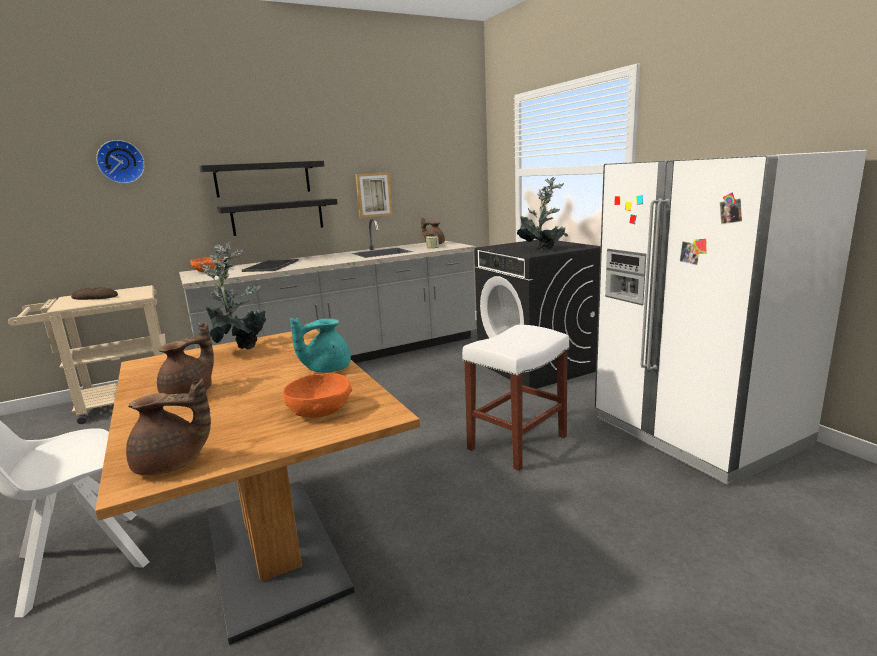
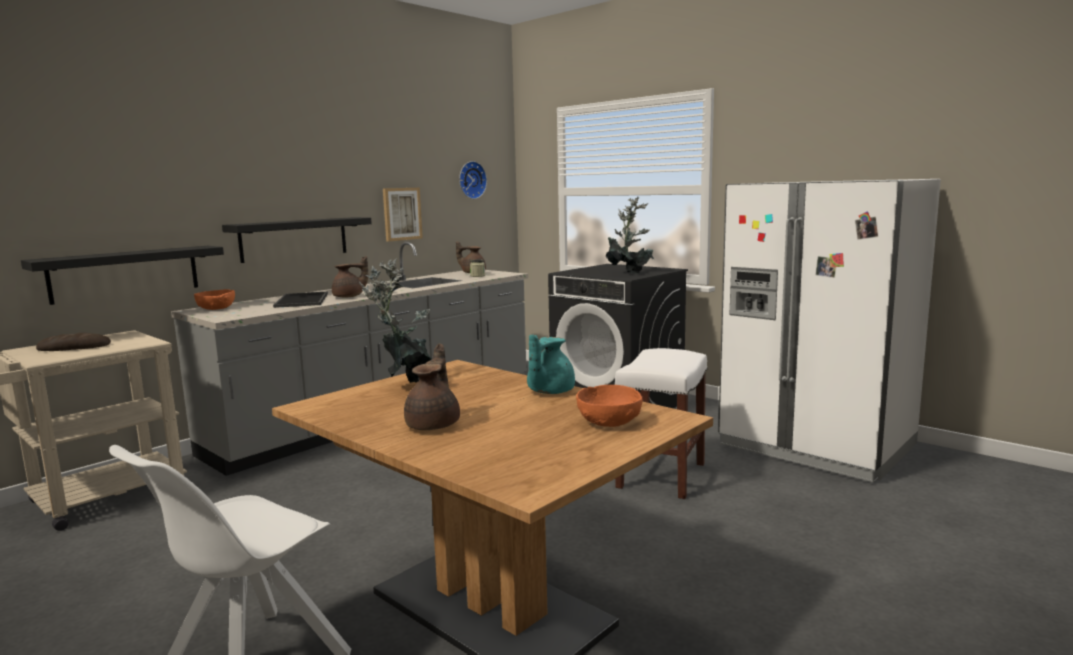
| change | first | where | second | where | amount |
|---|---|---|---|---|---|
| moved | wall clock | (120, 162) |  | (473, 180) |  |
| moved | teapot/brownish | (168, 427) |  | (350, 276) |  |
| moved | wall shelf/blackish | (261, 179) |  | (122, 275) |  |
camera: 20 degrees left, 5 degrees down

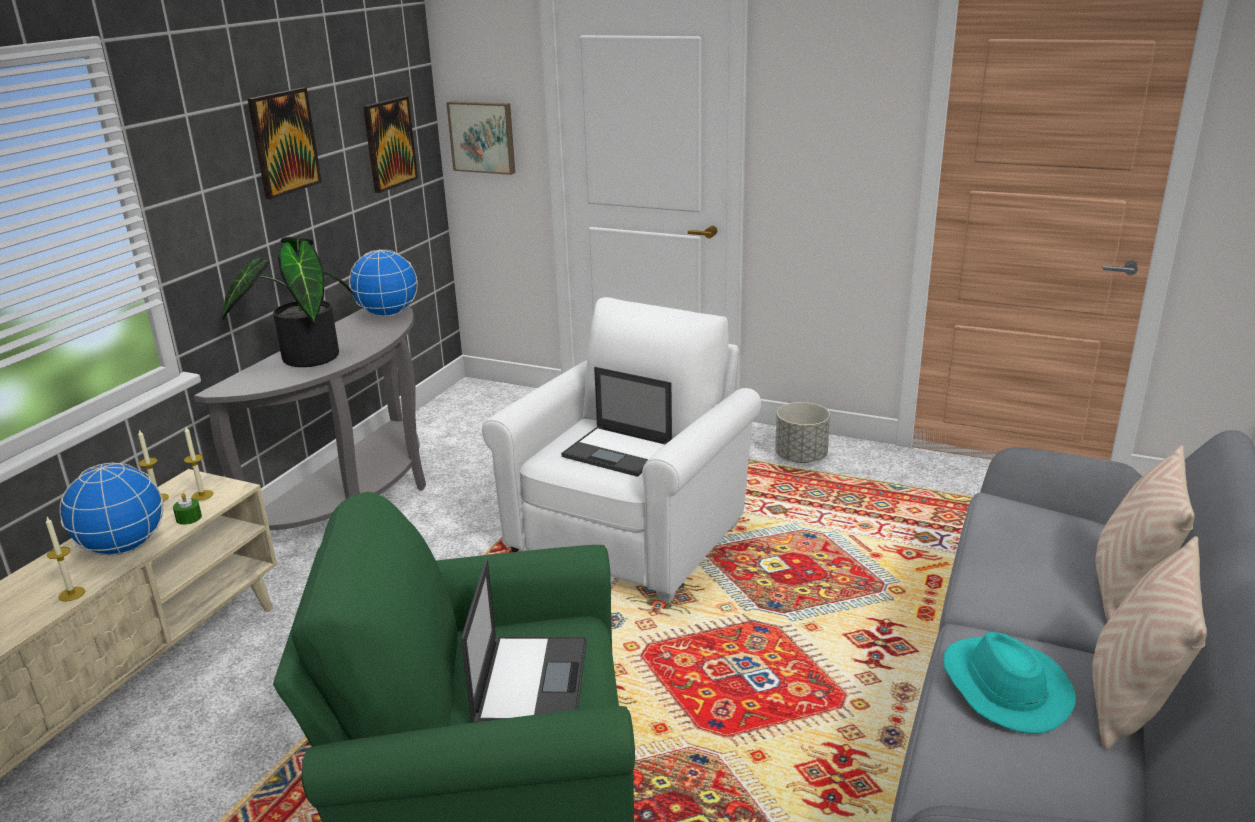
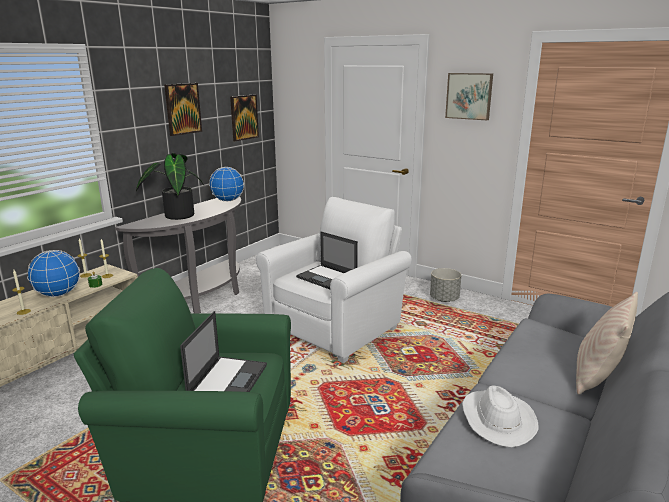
| change | first | where | second | where | amount |
|---|---|---|---|---|---|
| removed | throw pillow/beige | (1149, 643) |  |  |  |
| moved | picture | (480, 138) |  | (469, 96) |  |
| recoloured | hat/turquoise-coloured | (1009, 683) | hat/white-coloured | (500, 416) |  |
camera: 10 degrees right, 5 degrees down

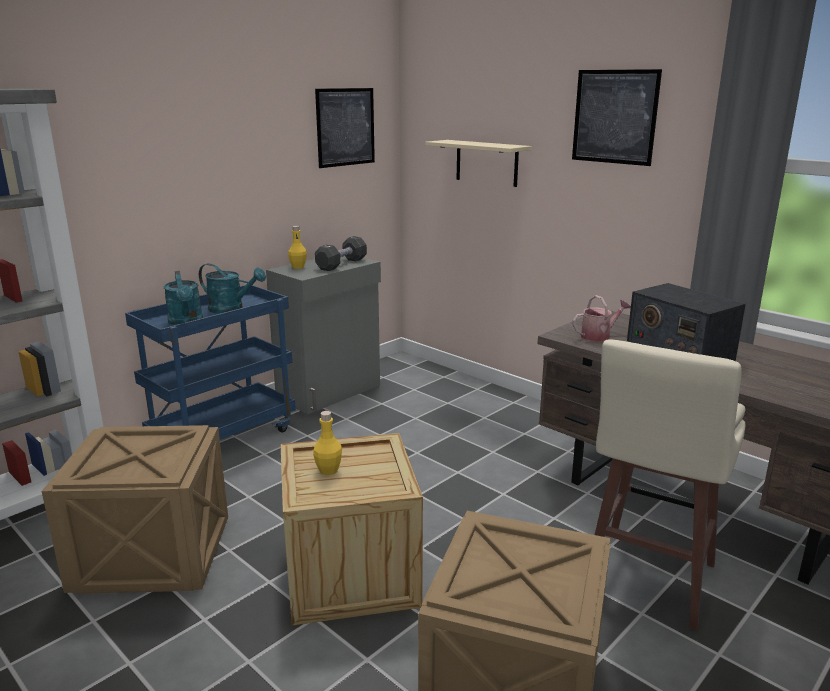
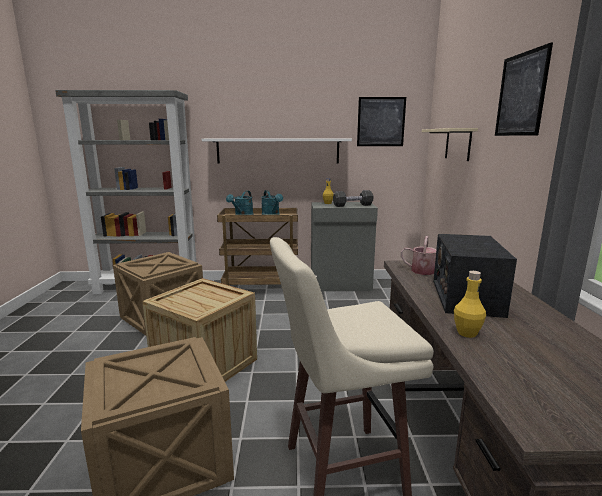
| change | first | where | second | where | amount |
|---|---|---|---|---|---|
| added |  |  | wall shelf/white-coloured | (277, 151) |  |
| moved | bottle/yellowish | (327, 443) |  | (470, 304) |  |
| recoloured | wheeled cart/blue-coloured | (210, 362) | wheeled cart/brownish | (257, 246) |  |
camera: 45 degrees right, 5 degrees down

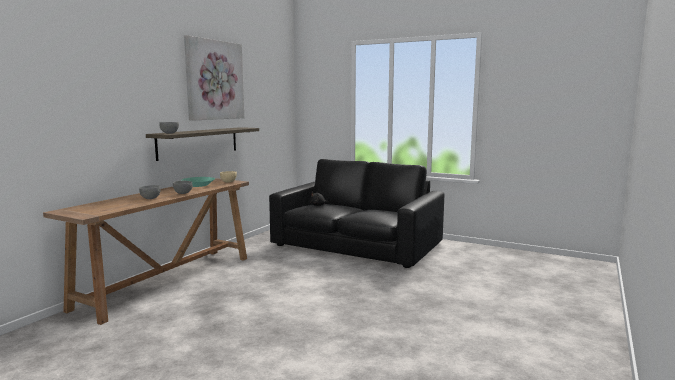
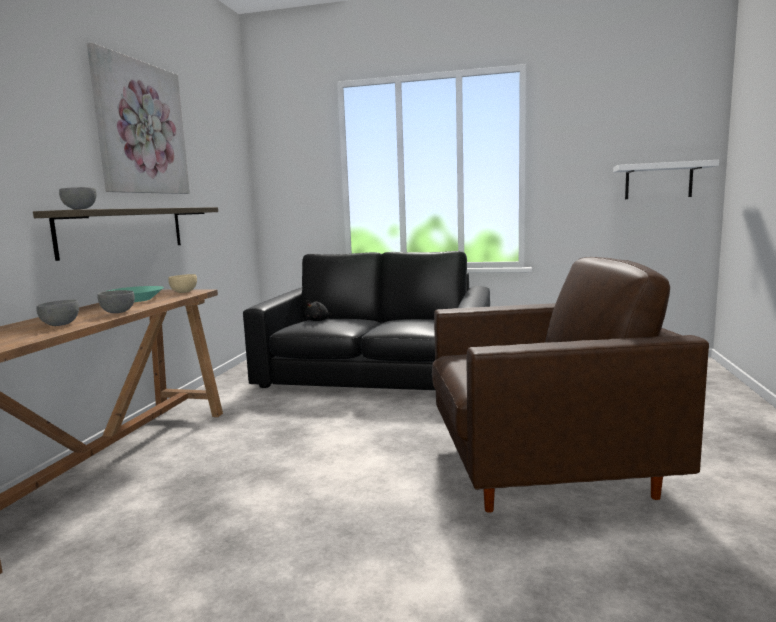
| change | first | where | second | where | amount |
|---|---|---|---|---|---|
| added |  |  | armchair/brownish | (570, 385) |  |
| added |  |  | wall shelf/white-coloured | (666, 179) |  |
camera: 15 degrees left, 0 degrees up

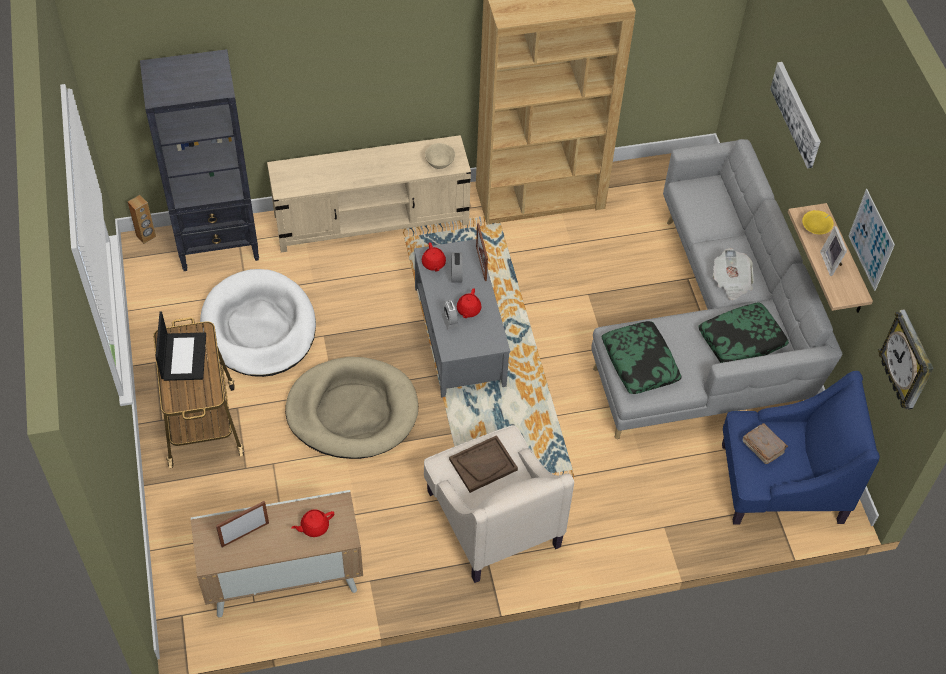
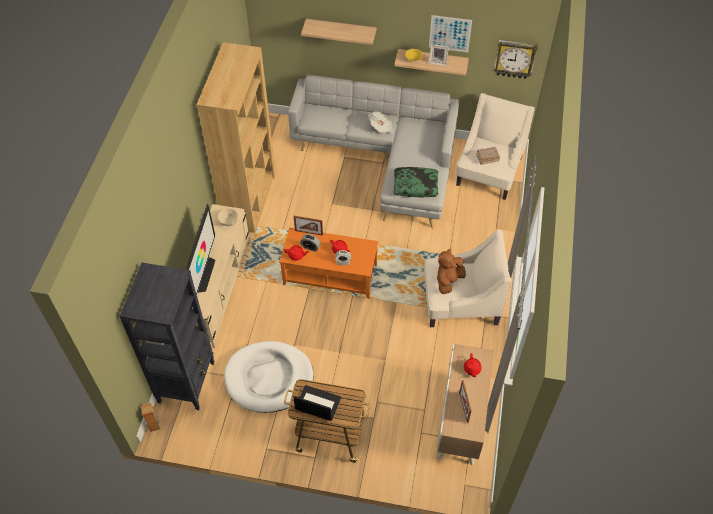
| change | first | where | second | where | amount |
|---|---|---|---|---|---|
| removed | pet bed/beige | (351, 408) |  |  |  |
| removed | throw pillow | (743, 332) |  |  |  |
| added |  |  | television | (200, 256) |  |
| replaced | tray/brownish | (483, 464) | cuddly toy/brownish | (451, 271) |  |
| replaced | picture | (795, 115) | wall shelf | (339, 32) |  |
| recoloured | lounge table/greyish | (462, 318) | lounge table/orangey | (328, 263) |  |
| recoloured | armchair/blue-coloured | (801, 448) | armchair/beige | (495, 146) |  |
camera: 65 degrees left, 0 degrees up

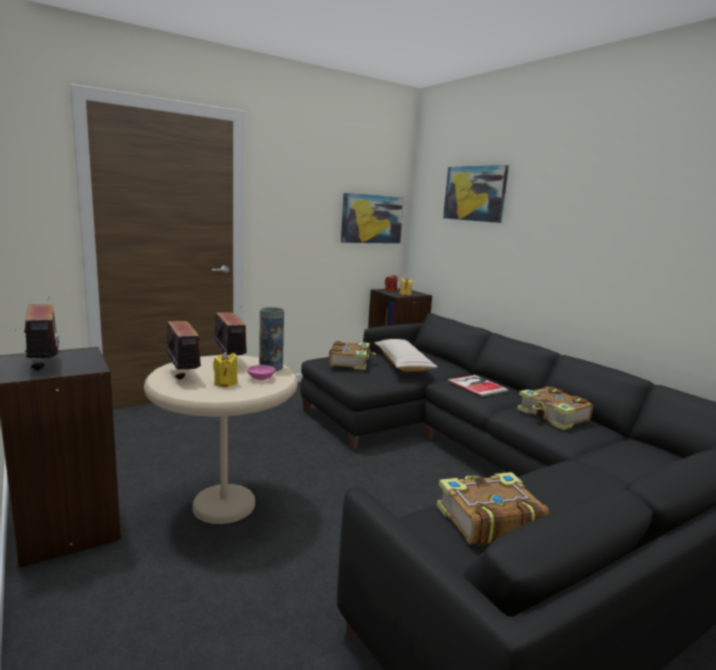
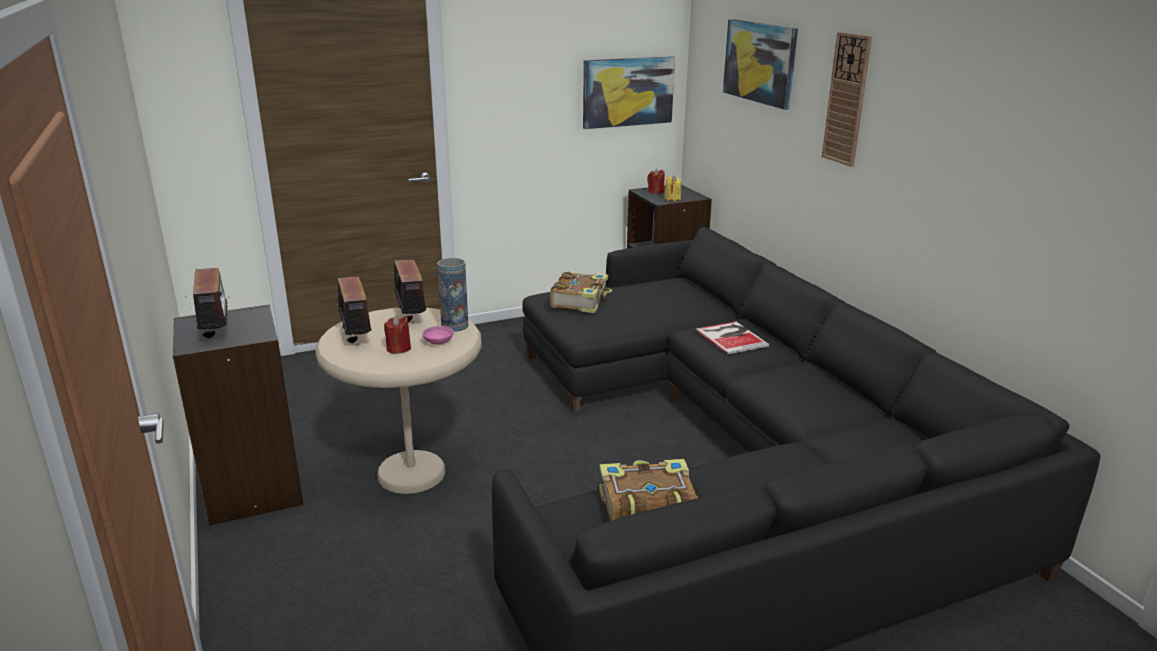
| change | first | where | second | where | amount |
|---|---|---|---|---|---|
| removed | throw pillow/beige | (406, 355) |  |  |  |
| removed | bound book | (555, 408) |  |  |  |
| added |  |  | wall clock | (847, 99) |  |
| recoloured | wax light/yellowish | (225, 369) | wax light/reddish | (397, 335) |  |
camera: 10 degrees right, 10 degrees up

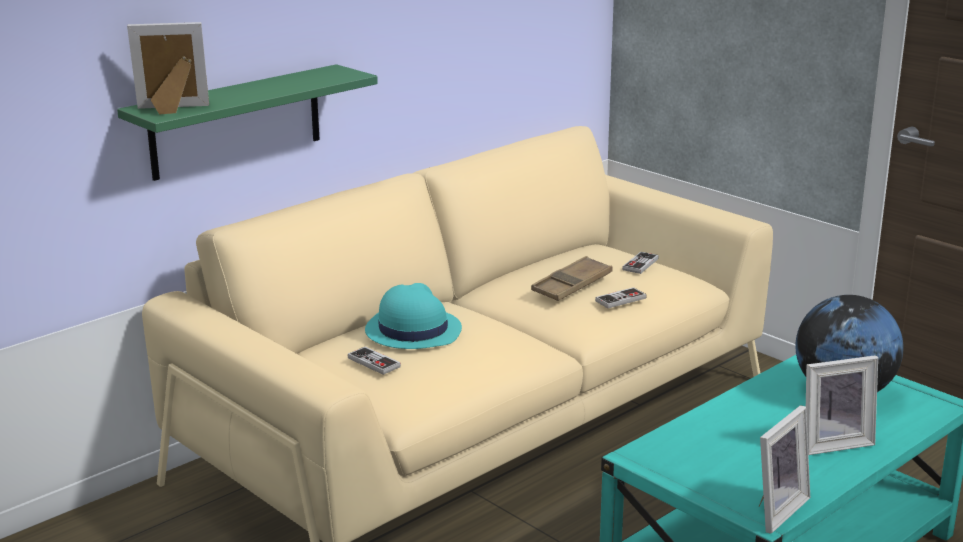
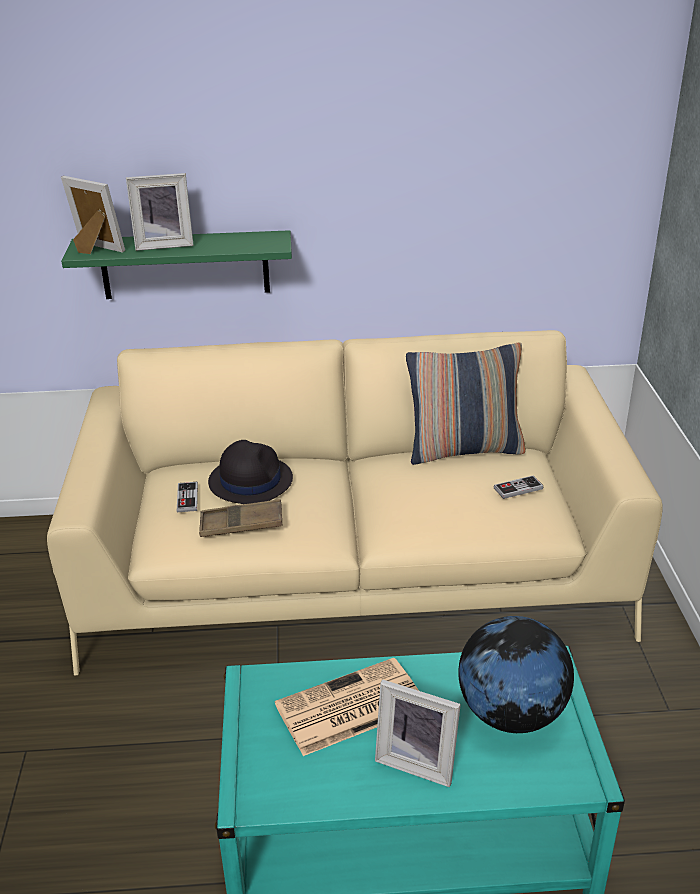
| change | first | where | second | where | amount |
|---|---|---|---|---|---|
| removed | gamepad | (621, 297) |  |  |  |
| added |  |  | daily paper | (347, 707) |  |
| added |  |  | throw pillow | (466, 404) |  |
| moved | tray/brownish | (572, 278) |  | (240, 518) |  |
| moved | photo frame | (784, 469) |  | (160, 212) |  |
| recoloured | hat/turquoise-coloured | (413, 316) | hat/blackish | (250, 472) |  |
camera: 40 degrees right, 10 degrees up

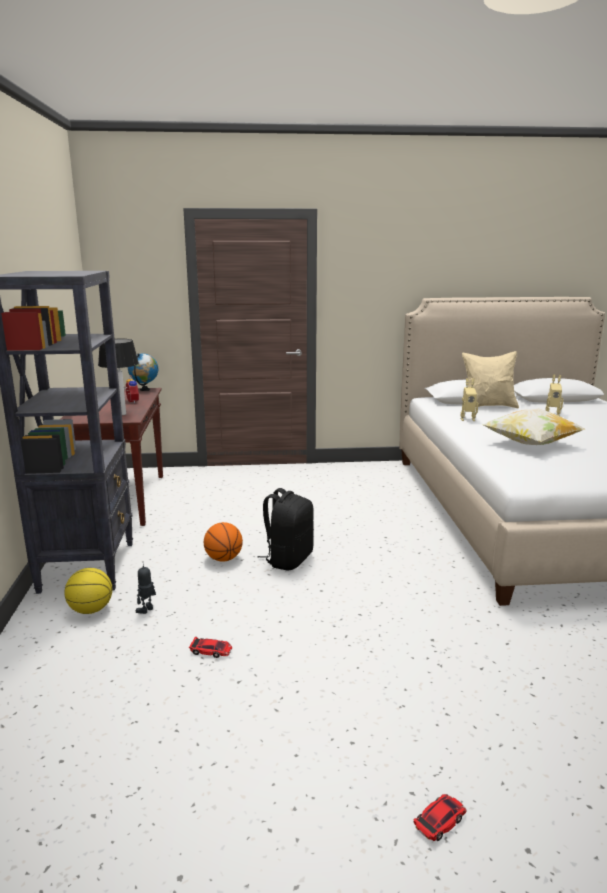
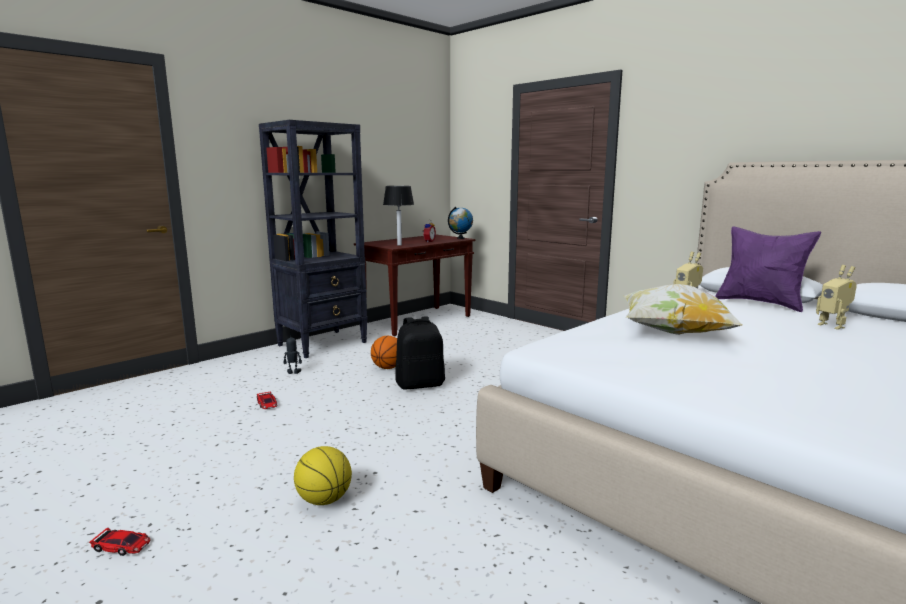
| change | first | where | second | where | amount |
|---|---|---|---|---|---|
| moved | basketball ball | (88, 591) |  | (323, 475) |  |
| recoloured | throw pillow/beige | (490, 379) | throw pillow/purplish | (768, 269) |  |
camera: 50 degrees right, 5 degrees down

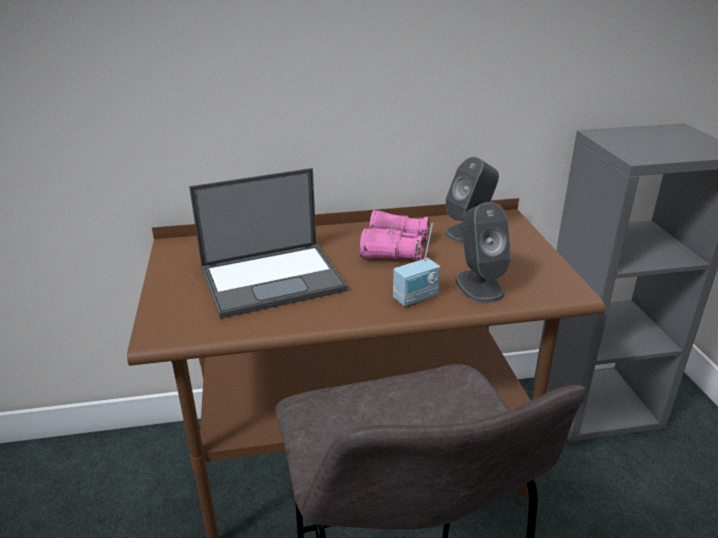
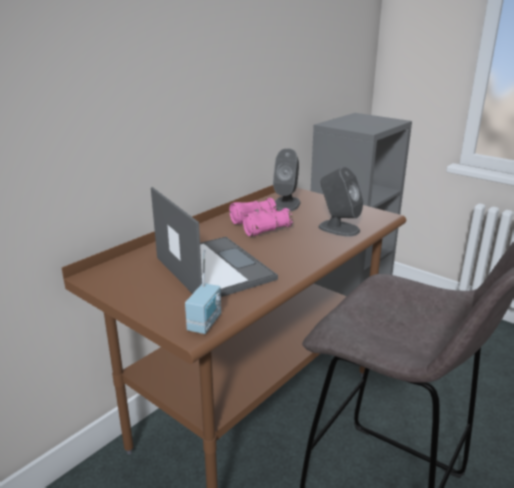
| change | first | where | second | where | amount |
|---|---|---|---|---|---|
| moved | radio | (416, 264) |  | (203, 291) |  |
| turned | notebook computer | (268, 243) |  | (214, 242) | 60 degrees counterclockwise |
camera: 40 degrees left, 5 degrees down

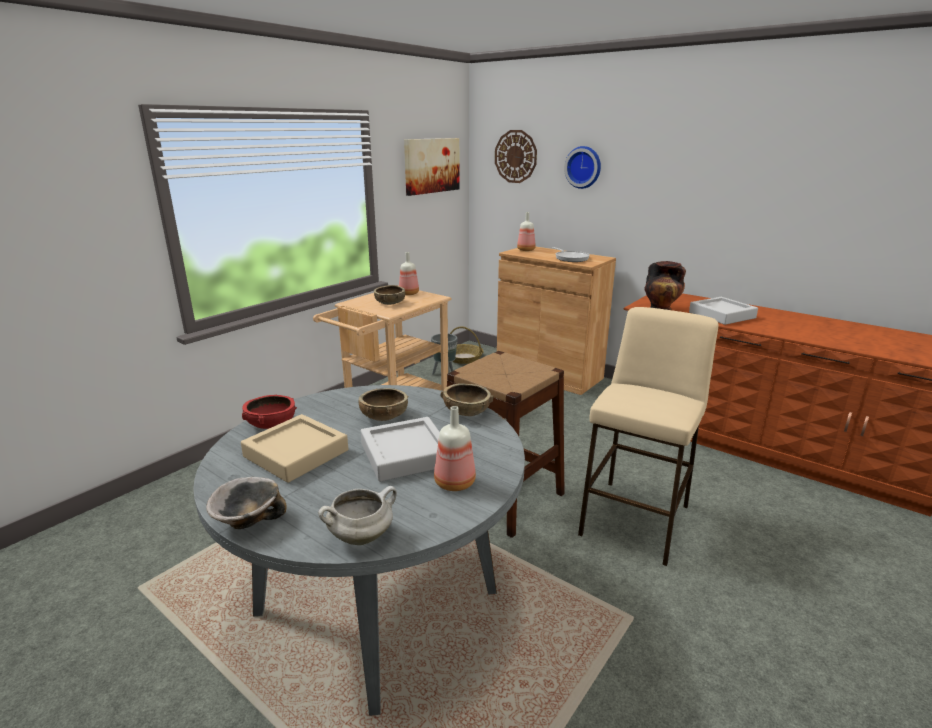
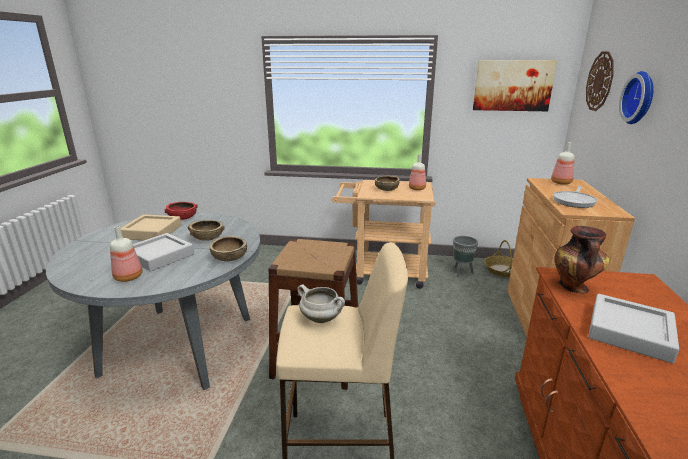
| change | first | where | second | where | amount |
|---|---|---|---|---|---|
| removed | deep dish | (246, 503) |  |  |  |
| moved | cooking pot/white-coloured | (357, 515) |  | (321, 304) |  |
camera: 60 degrees right, 0 degrees up

